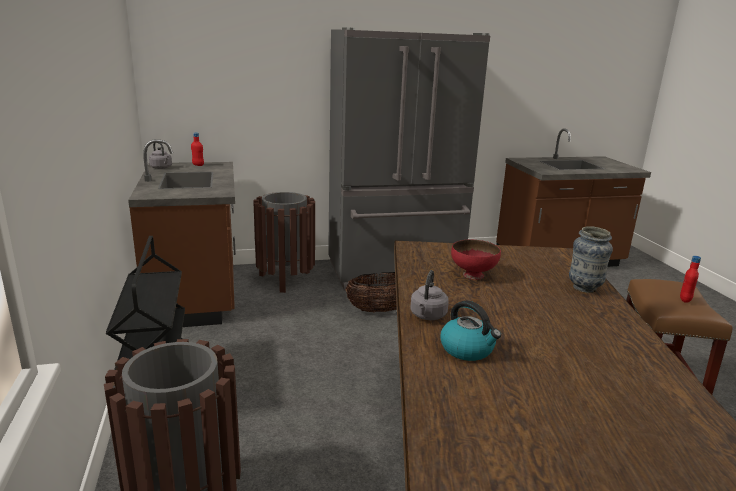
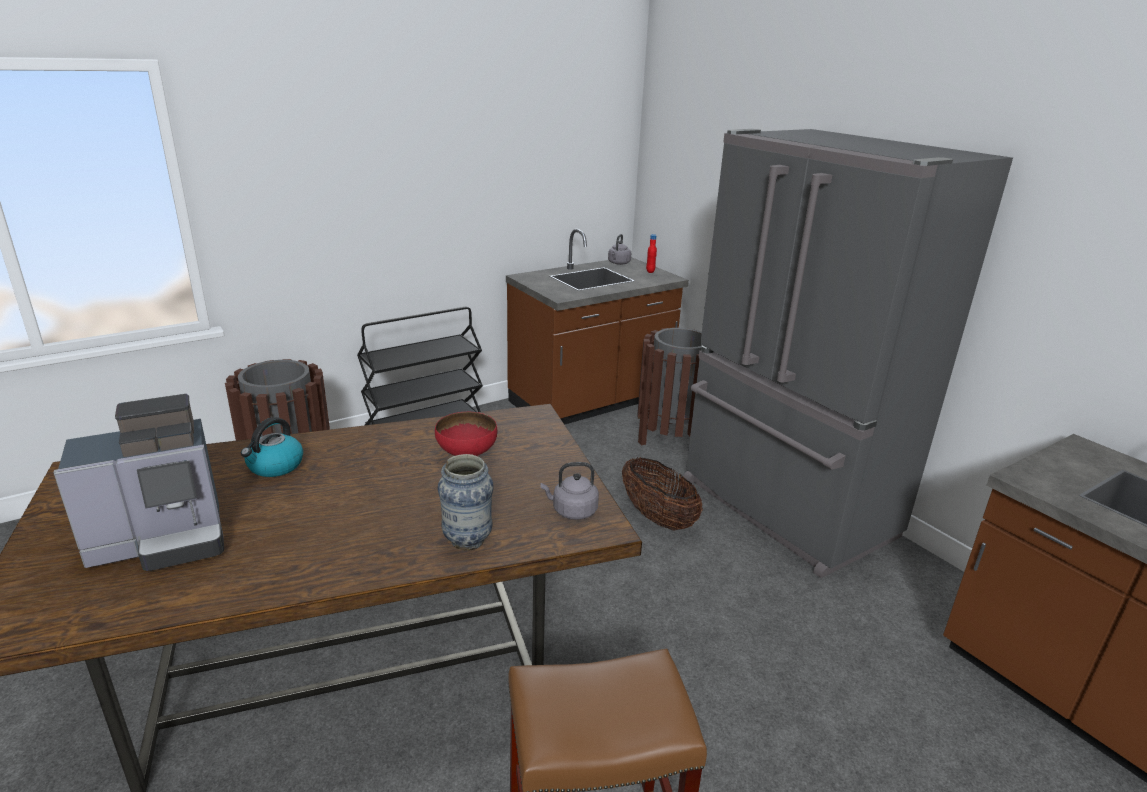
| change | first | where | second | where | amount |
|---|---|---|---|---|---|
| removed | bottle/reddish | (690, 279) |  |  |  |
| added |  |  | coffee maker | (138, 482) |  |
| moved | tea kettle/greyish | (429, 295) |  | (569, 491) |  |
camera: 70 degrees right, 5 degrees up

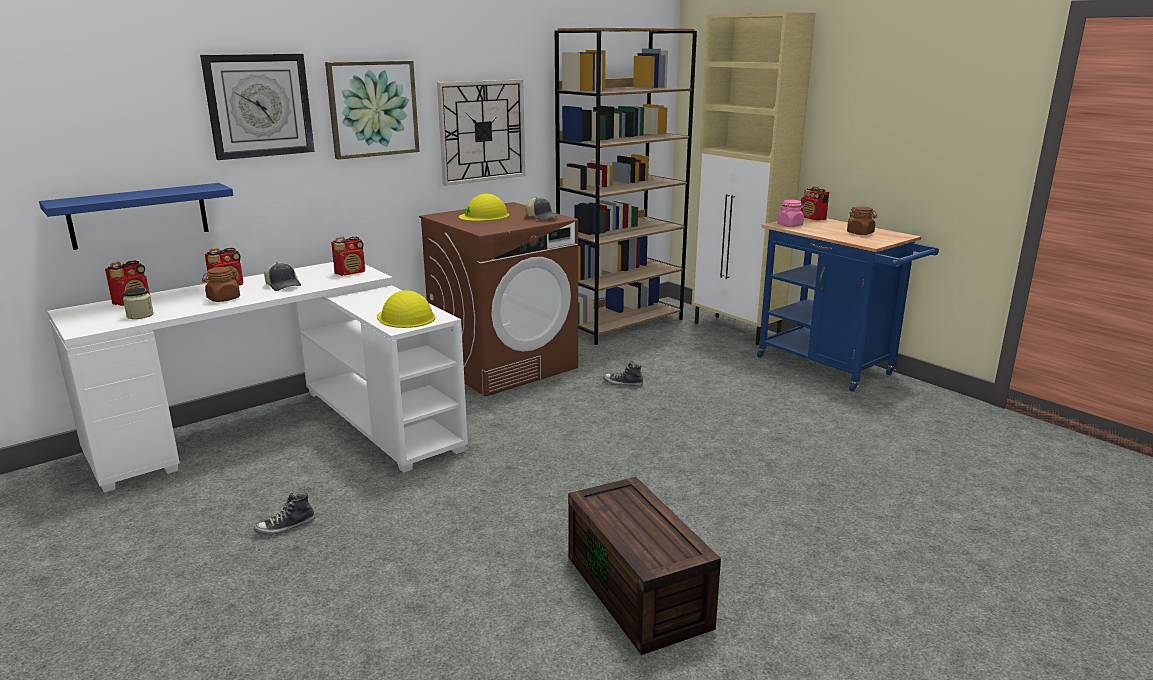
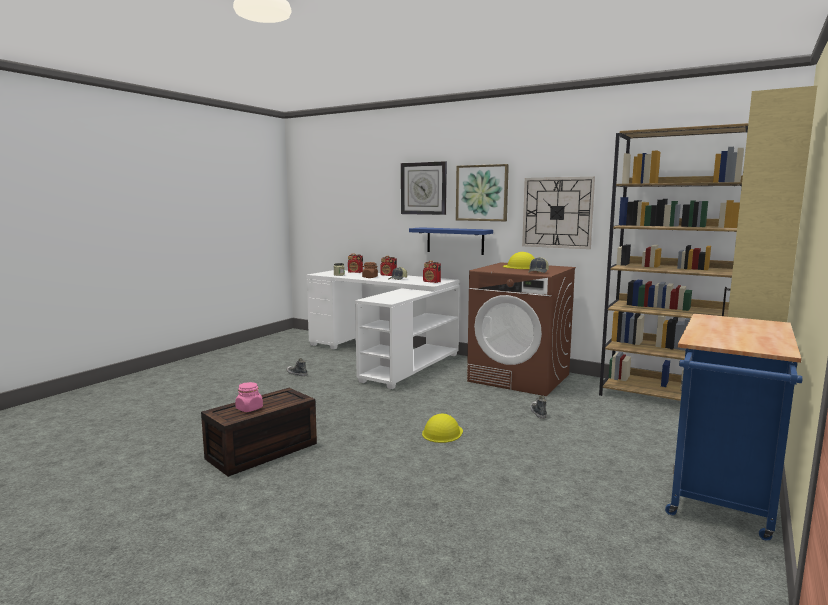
| change | first | where | second | where | amount |
|---|---|---|---|---|---|
| removed | radio | (815, 203) |  |  |  |
| removed | storage jar/brownish | (862, 220) |  |  |  |
| moved | wall shelf/blue-coloured | (136, 216) |  | (451, 241) |  |
| moved | safety helmet/yellowish | (406, 309) |  | (442, 428) |  |
| moved | storage jar/pink | (790, 213) |  | (249, 397) |  |
camera: 70 degrees right, 10 degrees down

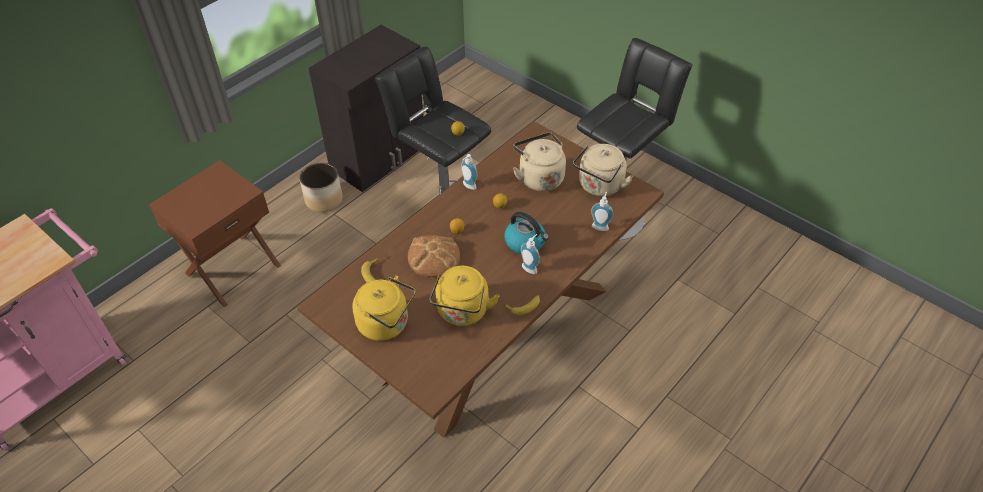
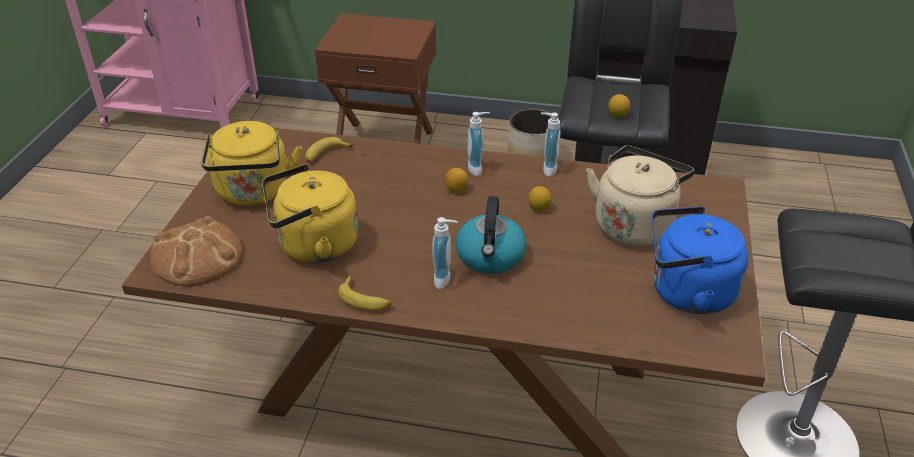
| change | first | where | second | where | amount |
|---|---|---|---|---|---|
| moved | bakery bread | (434, 256) |  | (196, 251) |  |
| moved | soap bottle | (602, 211) |  | (479, 144) |  |
| recoloured | tea kettle/beige | (603, 170) | tea kettle/blue-coloured | (700, 260) |  |
camera: 60 degrees right, 10 degrees down

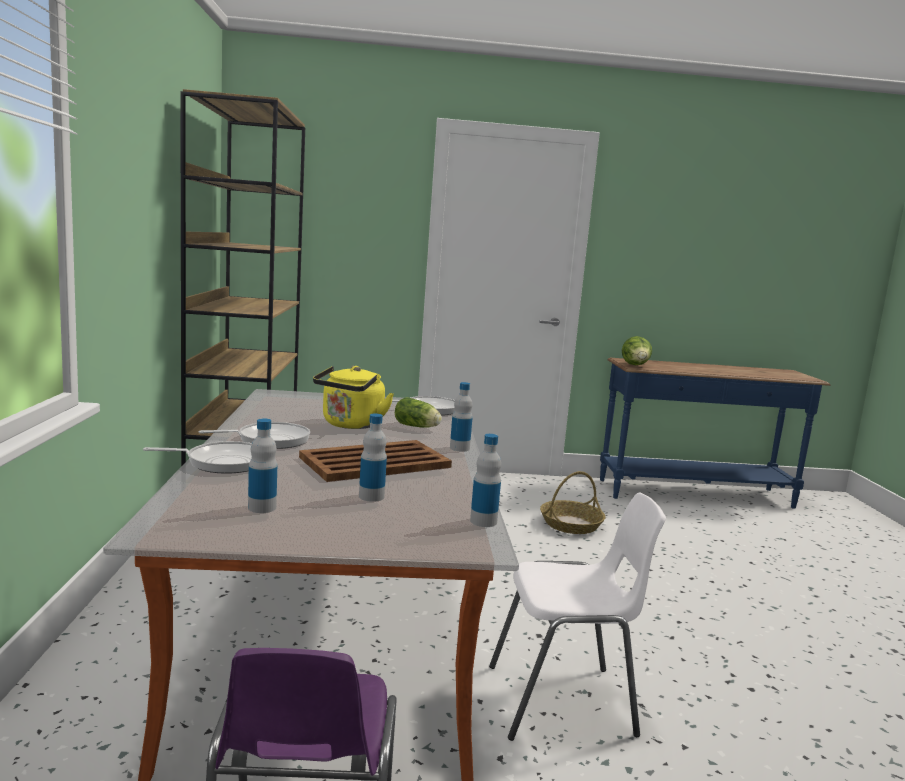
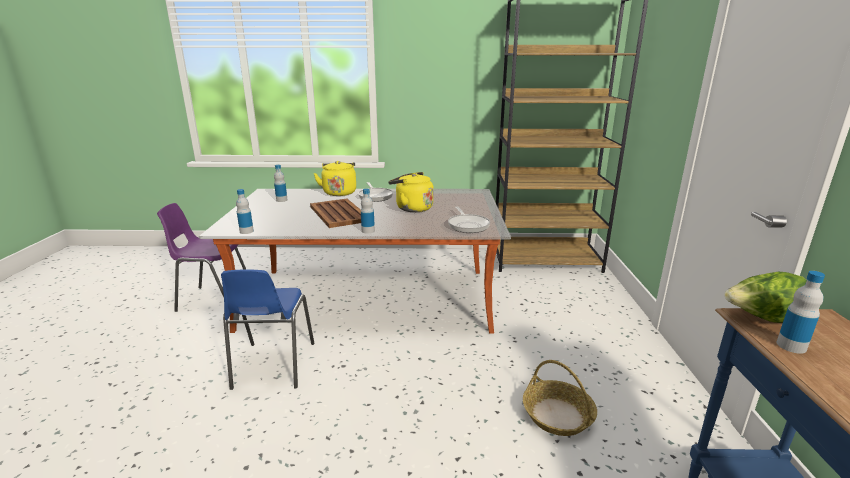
| change | first | where | second | where | amount |
|---|---|---|---|---|---|
| removed | head of lettuce | (418, 412) |  |  |  |
| moved | bottle | (373, 458) |  | (801, 312) |  |
| replaced | pan | (197, 457) | tea kettle/yellowish | (335, 178) |  |
| recoloured | upright chair/white-coloured | (577, 617) | upright chair/blue-coloured | (267, 330) |  |
camera: 95 degrees right, 10 degrees up

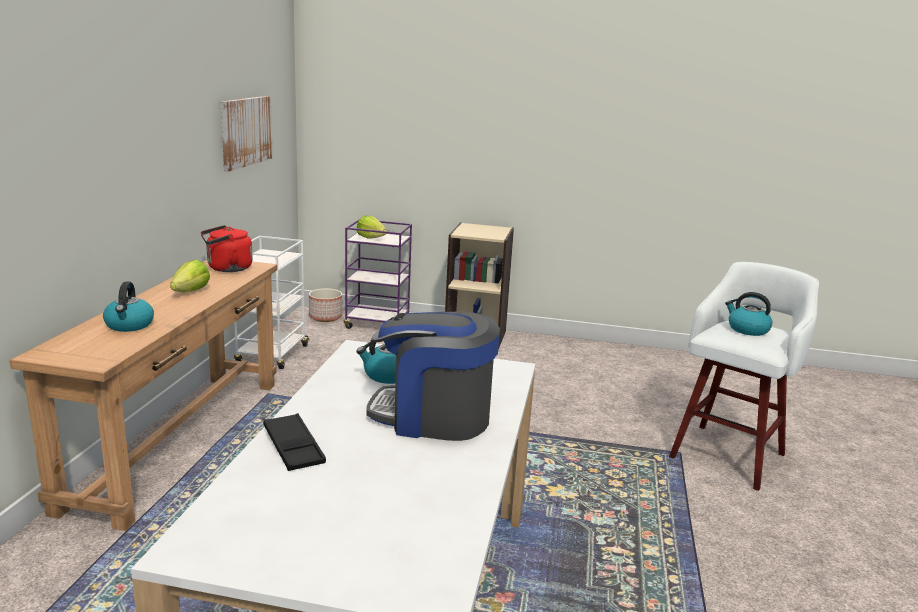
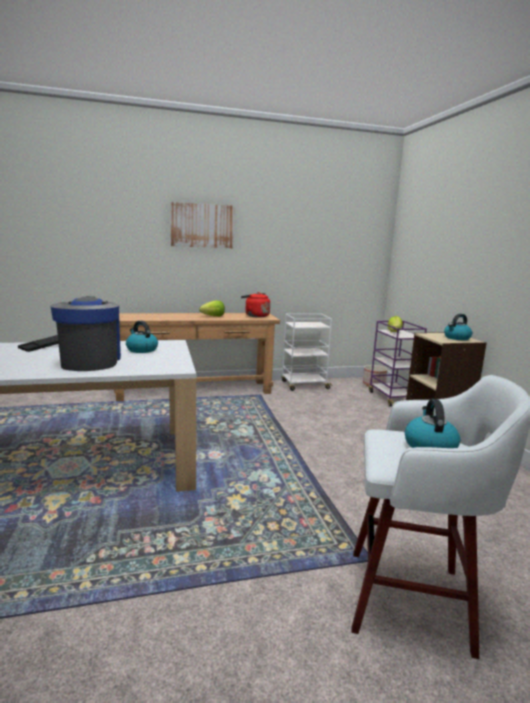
| change | first | where | second | where | amount |
|---|---|---|---|---|---|
| moved | tea kettle | (128, 307) |  | (458, 327) |  |
| moved | picture | (247, 134) |  | (202, 225) |  |
camera: 65 degrees right, 5 degrees down

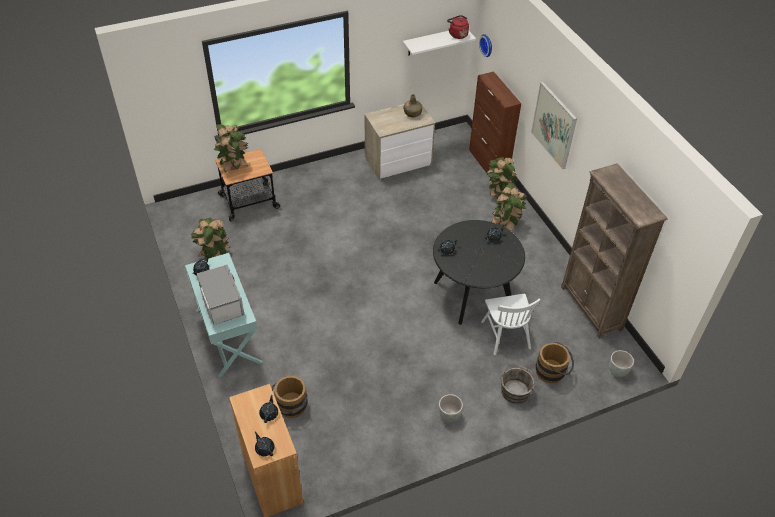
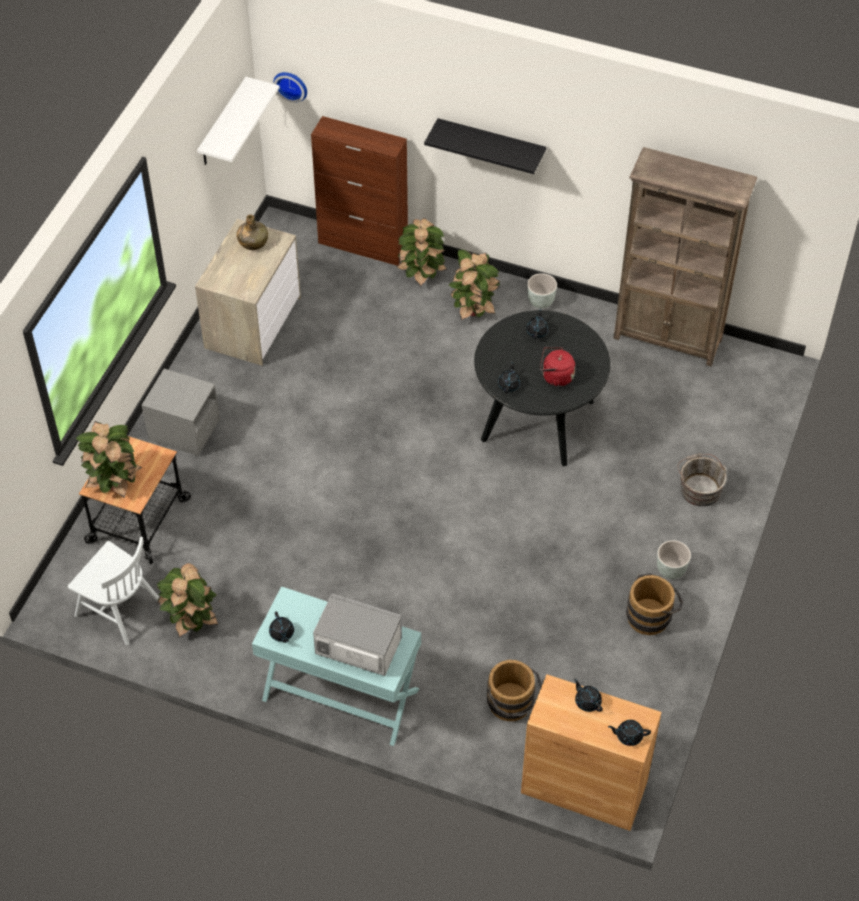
| change | first | where | second | where | amount |
|---|---|---|---|---|---|
| added |  |  | night table/greyish | (180, 412) |  |
| moved | tea kettle/reddish | (458, 27) |  | (557, 367) |  |
| moved | upright chair/white-coloured | (510, 324) |  | (113, 591) |  |
| moved | pail/brownish | (555, 362) |  | (654, 604) |  |
| moved | planter/greyish | (621, 363) |  | (542, 290) |  |
| replaced | picture | (554, 126) | wall shelf/blackish | (485, 146) |  |
camera: 45 degrees left, 5 degrees up

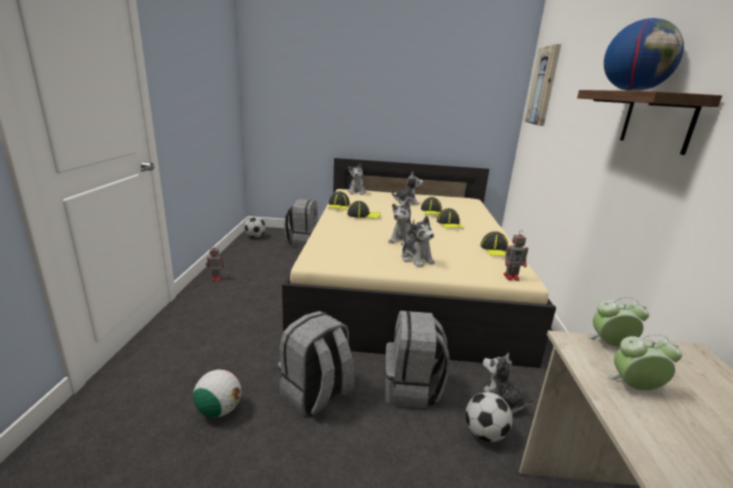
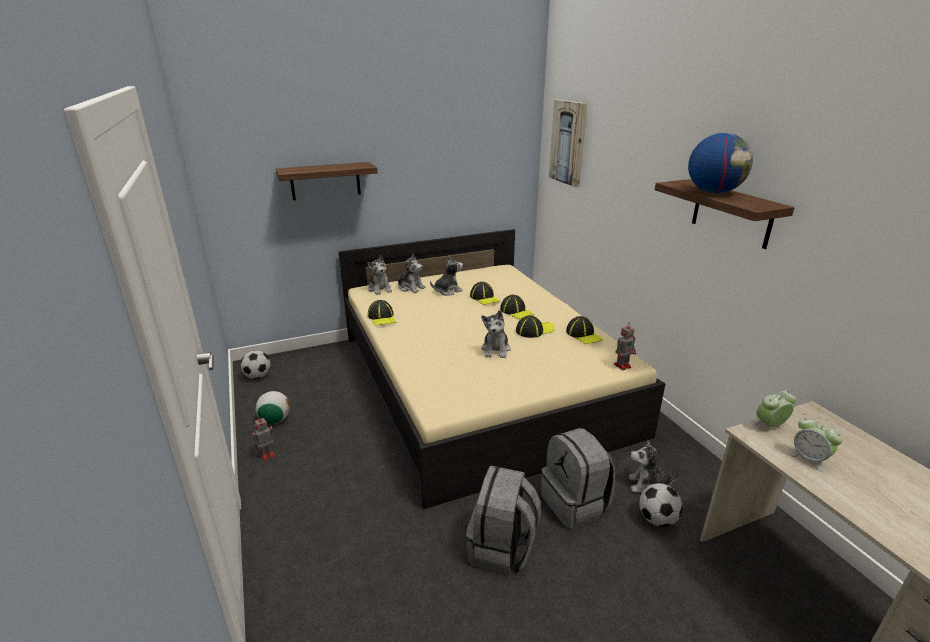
| change | first | where | second | where | amount |
|---|---|---|---|---|---|
| removed | rucksack/greyish | (301, 223) |  |  |  |
| added |  |  | wall shelf | (327, 181) |  |
| moved | football | (217, 393) |  | (273, 407) |  |
| moved | cap | (364, 210) |  | (535, 326) |  |
| moved | cuddly toy | (418, 241) |  | (410, 273) |  |
| turned | alarm clock | (644, 362) |  | (815, 444) | 105 degrees counterclockwise |
camera: 25 degrees left, 5 degrees up

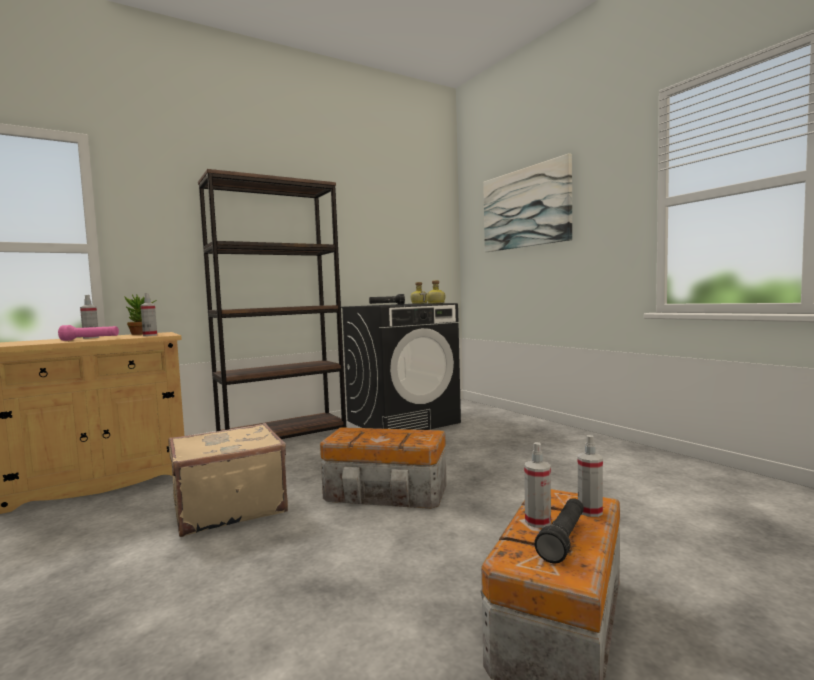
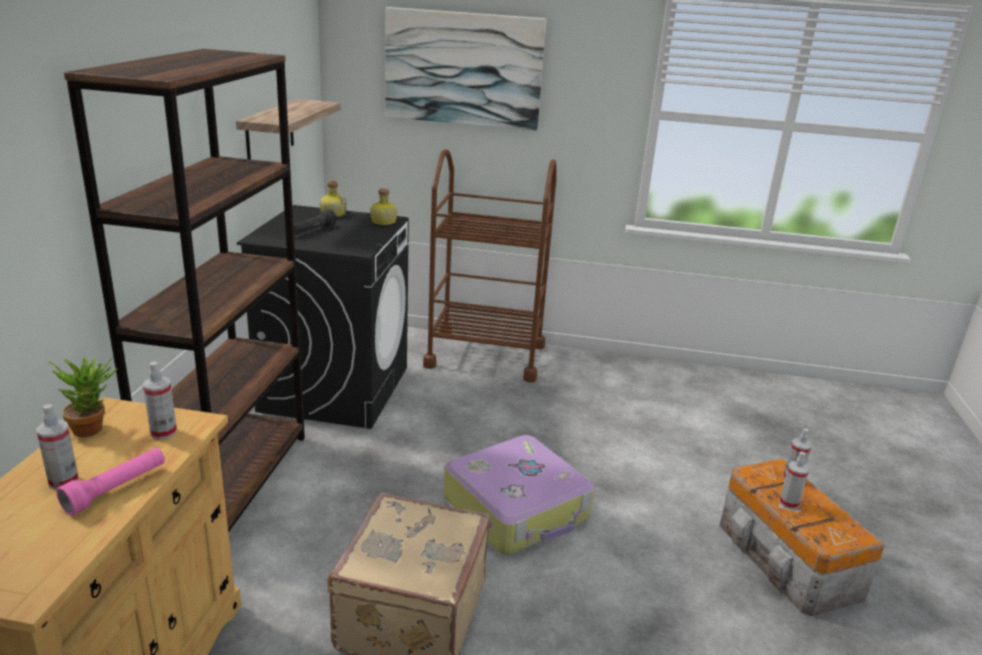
| change | first | where | second | where | amount |
|---|---|---|---|---|---|
| removed | hand torch/blackish | (559, 530) |  |  |  |
| added |  |  | wall shelf | (288, 129) |  |
| added |  |  | wheeled cart/brownish | (490, 265) |  |
| replaced | storage bin | (383, 468) | suitcase | (519, 495) |  |
camera: 50 degrees left, 20 degrees up

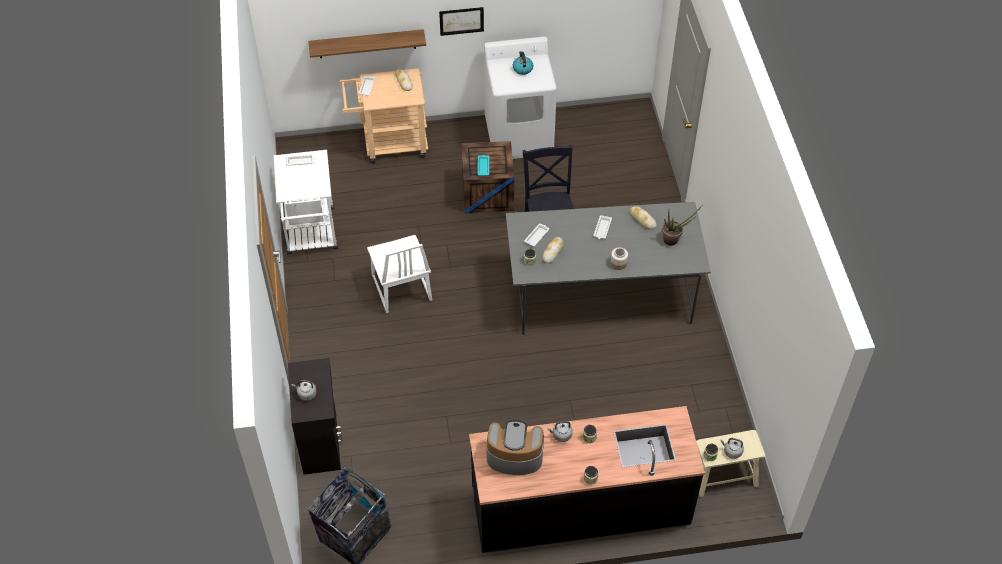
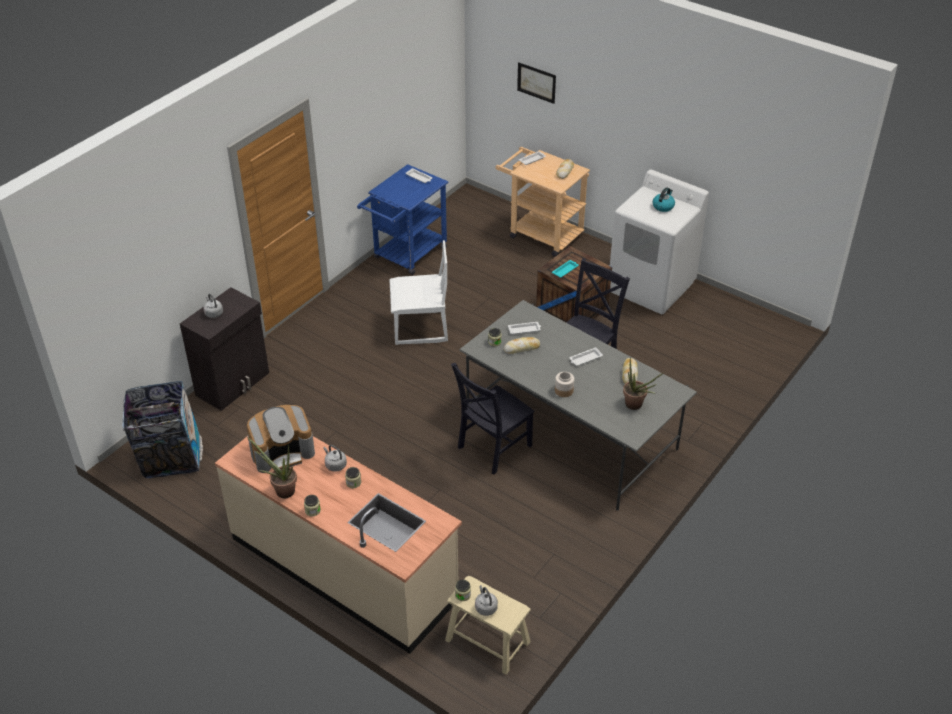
| change | first | where | second | where | amount |
|---|---|---|---|---|---|
| removed | wall shelf | (367, 43) |  |  |  |
| added |  |  | houseplant | (272, 467) |  |
| added |  |  | upright chair/blackish | (493, 419) |  |
| moved | picture | (461, 21) |  | (536, 83) |  |
| recoloured | wheeled cart/white-coloured | (305, 202) | wheeled cart/blue-coloured | (403, 219) |  |
| recoloured | kitchen counter/blackish | (587, 479) | kitchen counter/beige | (338, 545) |  |
| turned | upright chair/white-coloured | (399, 274) |  | (418, 292) | 120 degrees counterclockwise |
| turned | coffee maker | (515, 447) |  | (281, 439) | 105 degrees clockwise |
camera: 45 degrees right, 10 degrees down

